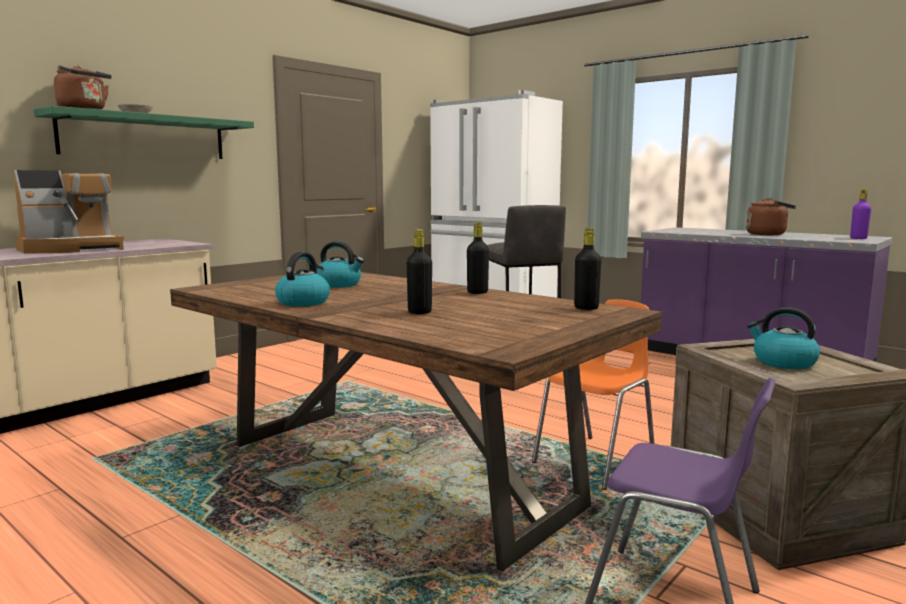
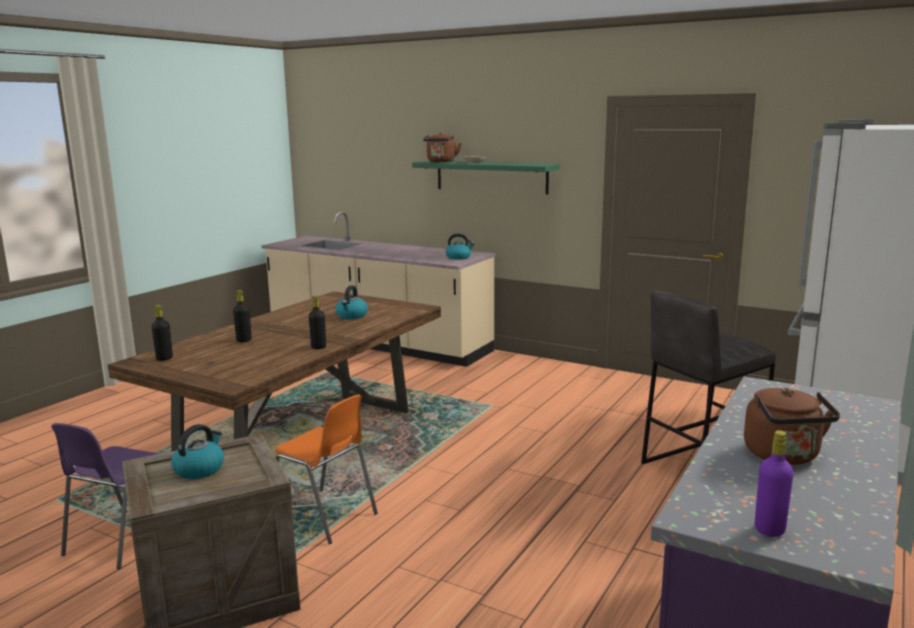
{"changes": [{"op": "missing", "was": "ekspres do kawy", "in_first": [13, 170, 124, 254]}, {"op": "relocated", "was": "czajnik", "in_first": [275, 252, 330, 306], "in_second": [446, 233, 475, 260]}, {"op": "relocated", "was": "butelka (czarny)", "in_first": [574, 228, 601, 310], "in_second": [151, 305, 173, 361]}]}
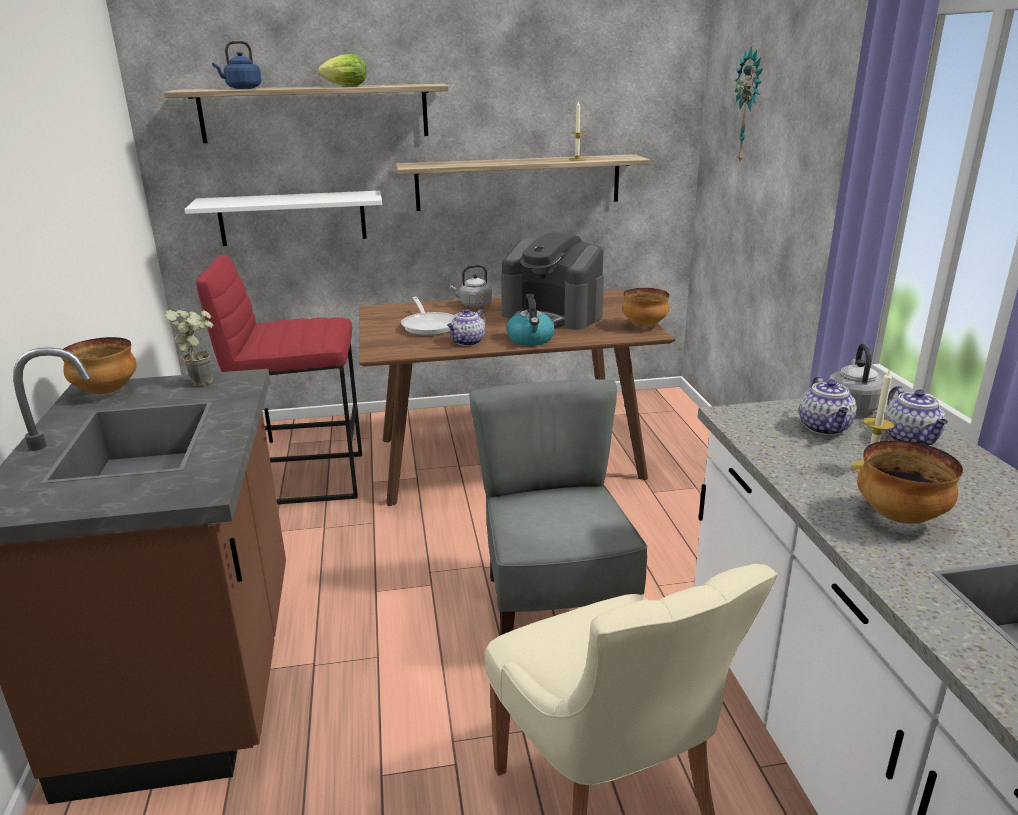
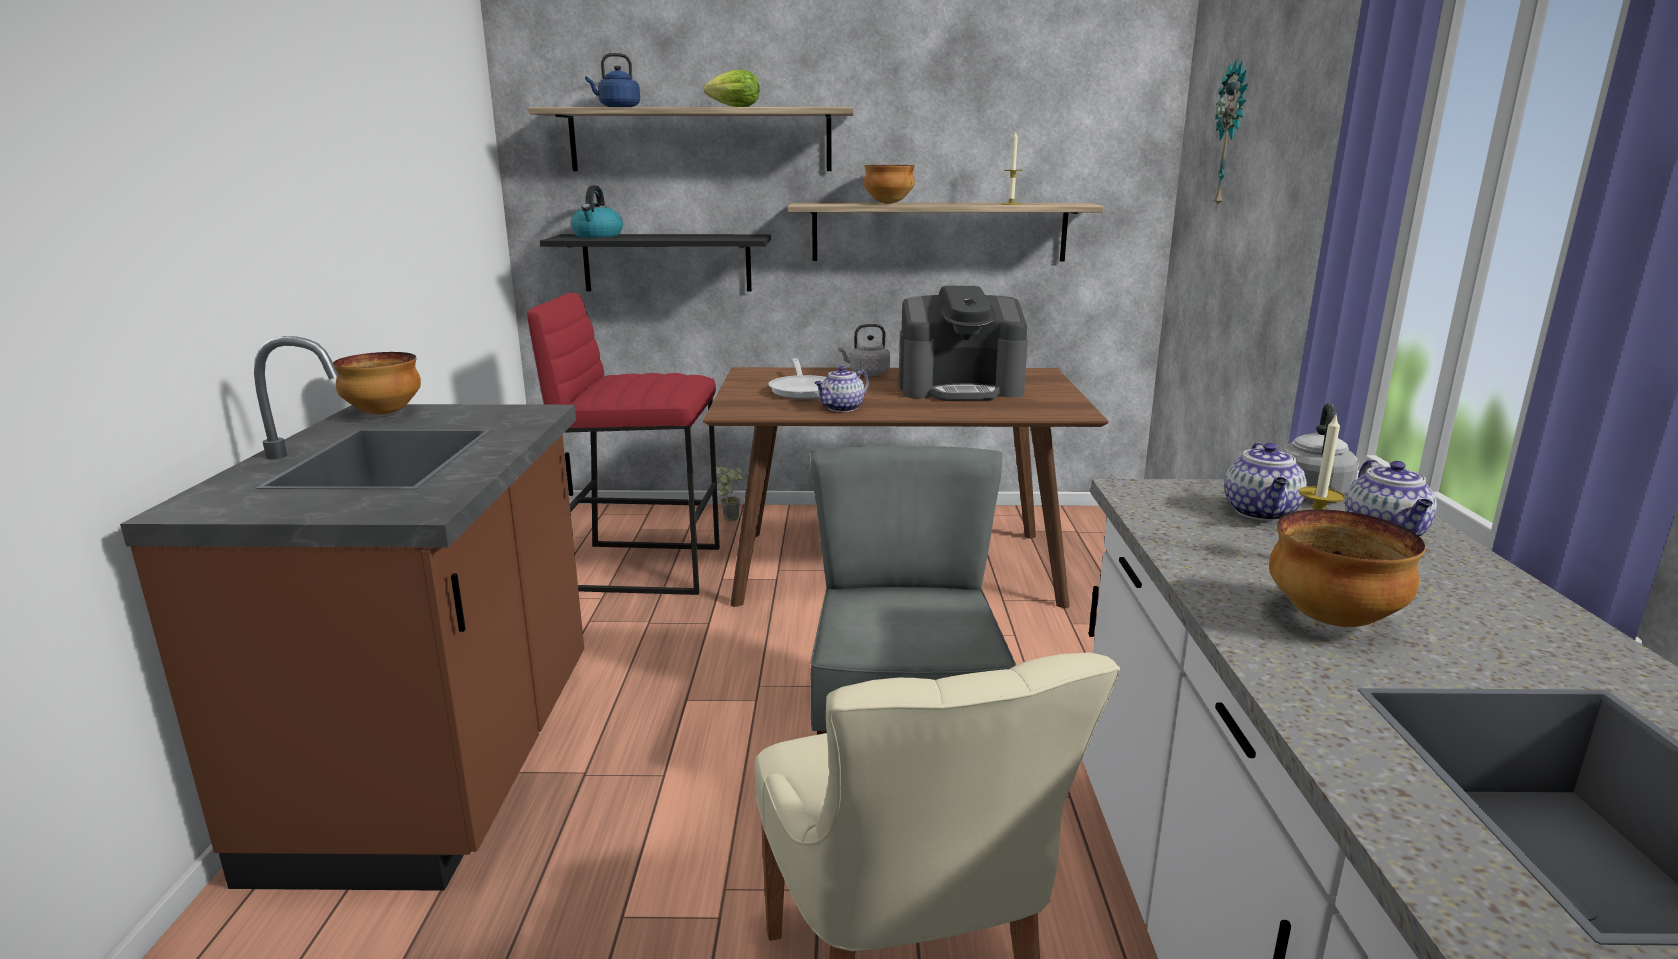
{"changes": [{"op": "relocated", "was": "roślina doniczkowa", "in_first": [165, 310, 214, 386], "in_second": [716, 466, 743, 521]}, {"op": "colour", "was": "półka (biały)", "now": "półka (czarny)", "in_first": [184, 191, 382, 246], "in_second": [540, 234, 771, 291]}, {"op": "spun", "was": "ekspres do kawy", "in_first": [501, 232, 604, 330], "in_second": [899, 286, 1028, 401], "clockwise": -45}, {"op": "relocated", "was": "czajnik", "in_first": [506, 294, 555, 346], "in_second": [571, 186, 623, 238]}, {"op": "relocated", "was": "miska", "in_first": [622, 288, 669, 327], "in_second": [864, 165, 915, 204]}]}
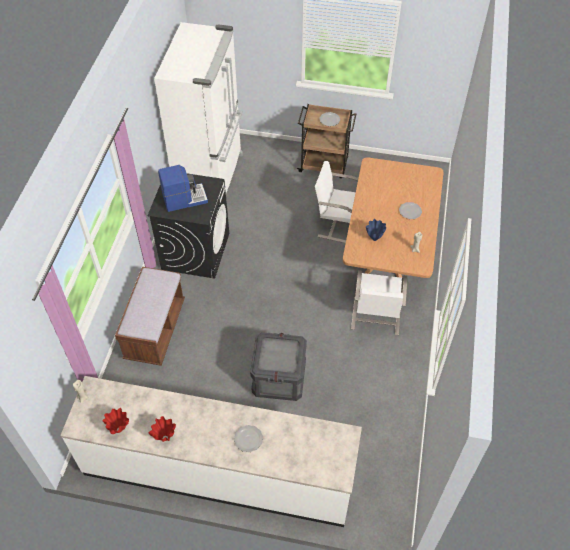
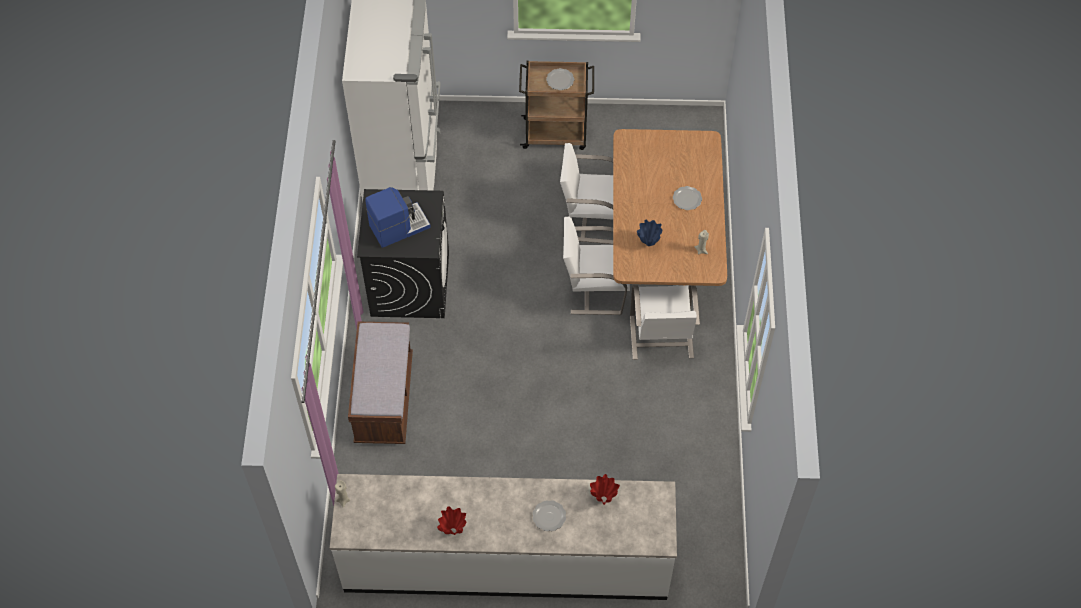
{"changes": [{"op": "relocated", "was": "wazon (czerwony)", "in_first": [102, 408, 129, 434], "in_second": [590, 474, 620, 505]}, {"op": "missing", "was": "skrzynka", "in_first": [250, 332, 307, 401]}, {"op": "appeared", "now": "krzesło (biały)", "in_second": [563, 217, 630, 315]}]}
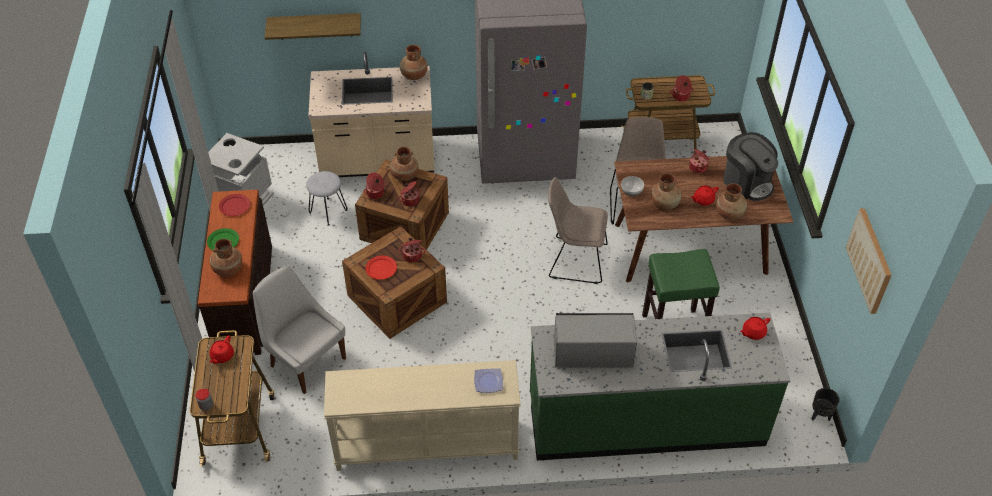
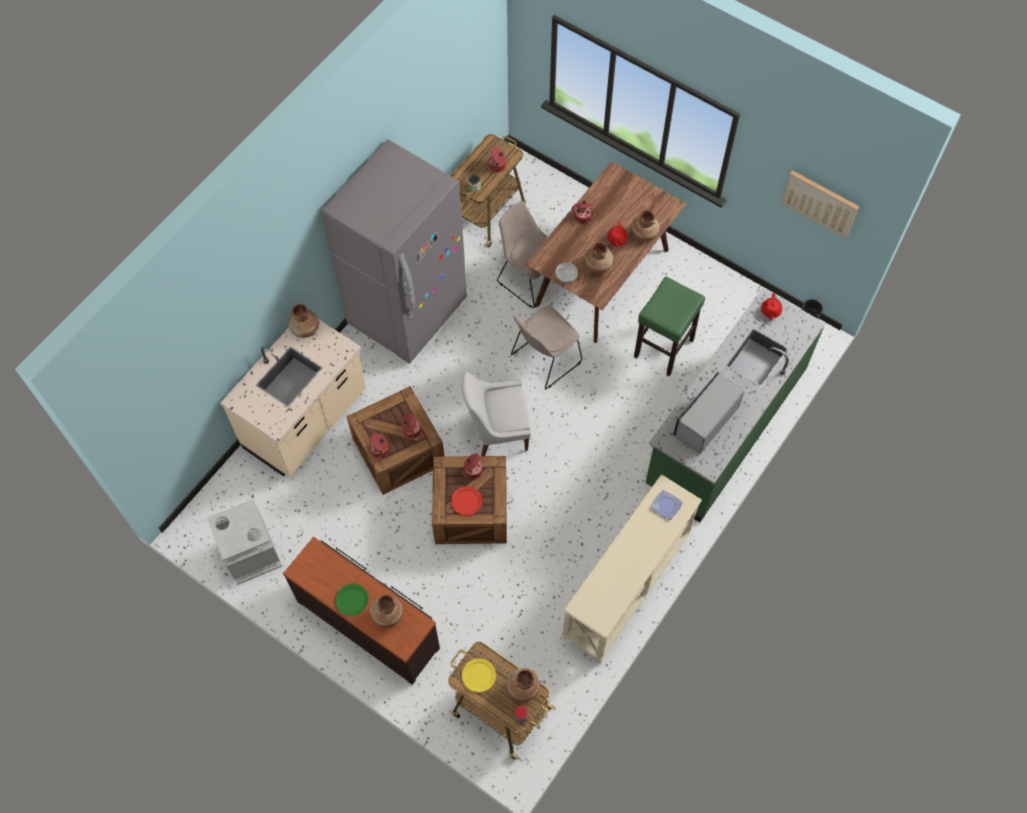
{"changes": [{"op": "exchanged", "was": "imbryk (czerwony)", "now": "talerz (żółty)", "in_first": [209, 335, 234, 364], "in_second": [462, 658, 496, 692]}, {"op": "missing", "was": "talerz (czerwony)", "in_first": [219, 194, 250, 216]}, {"op": "relocated", "was": "krzesło (biały)", "in_first": [253, 266, 346, 394], "in_second": [461, 372, 531, 456]}, {"op": "missing", "was": "półka", "in_first": [265, 13, 361, 40]}, {"op": "missing", "was": "stołek (szary)", "in_first": [306, 171, 347, 226]}, {"op": "relocated", "was": "wazon (brązowy)", "in_first": [390, 147, 418, 181], "in_second": [506, 668, 540, 702]}, {"op": "missing", "was": "ekspres do kawy", "in_first": [723, 132, 778, 201]}]}
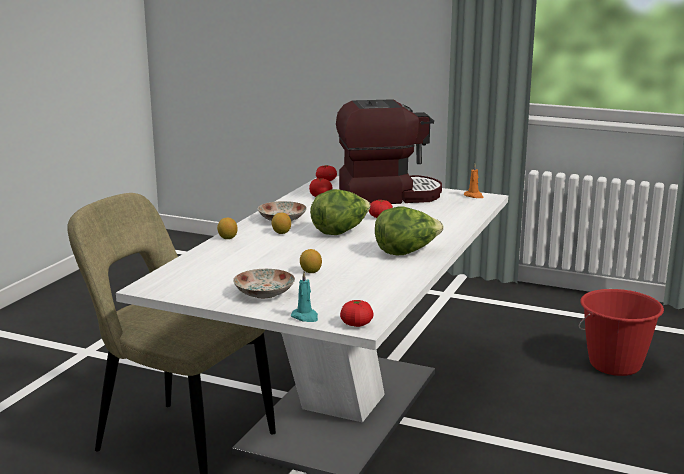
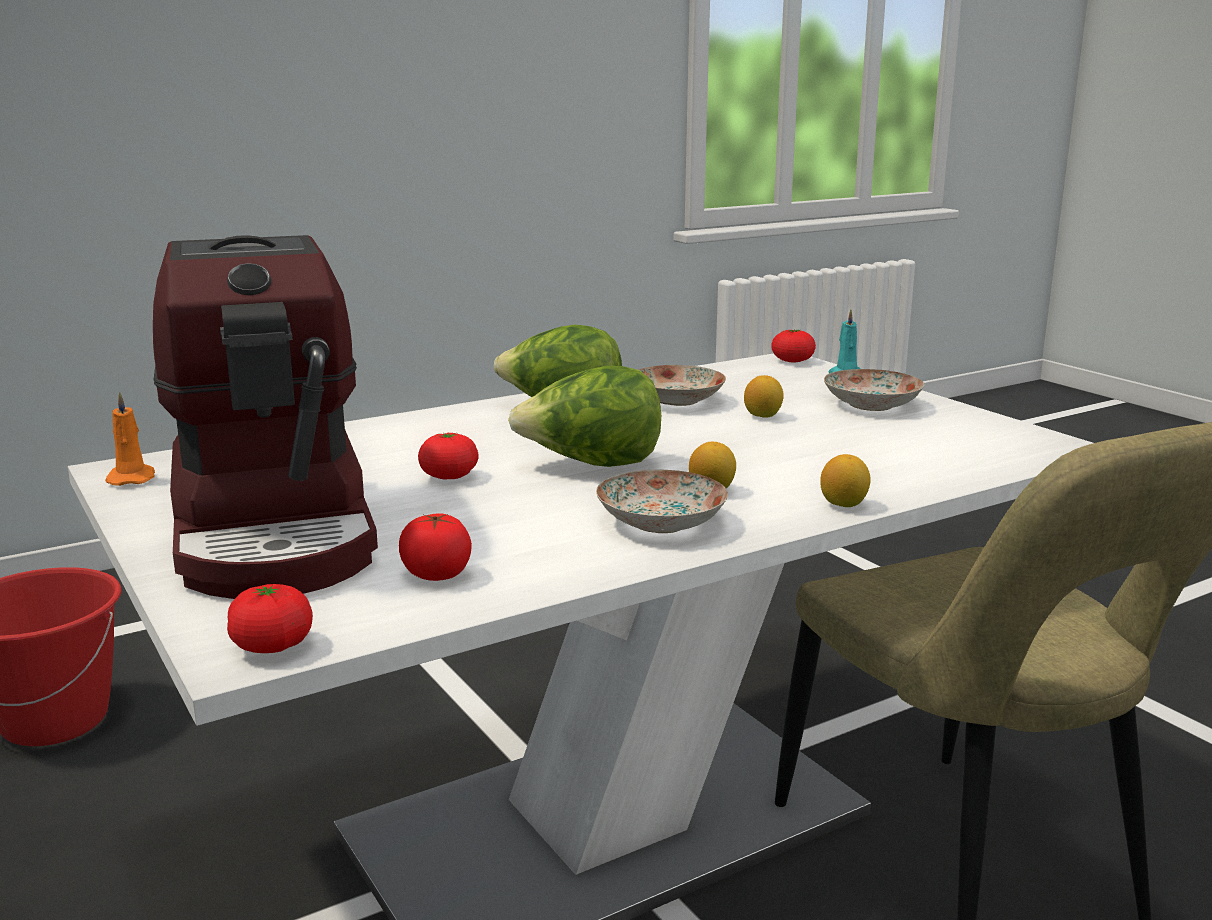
{"changes": [{"op": "spun", "was": "ekspres do kawy", "in_first": [336, 99, 442, 204], "in_second": [153, 235, 378, 599], "clockwise": -135}, {"op": "appeared", "now": "talerz", "in_second": [638, 365, 726, 406]}]}
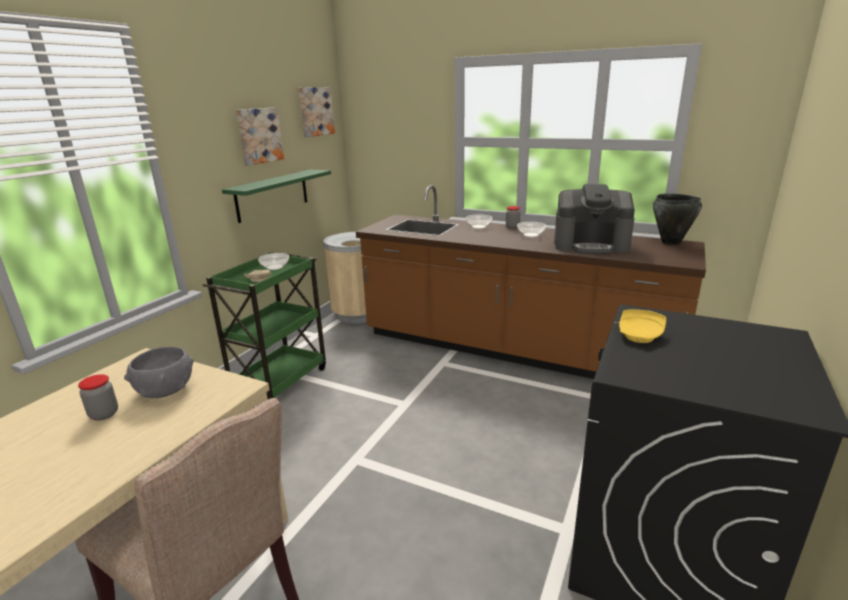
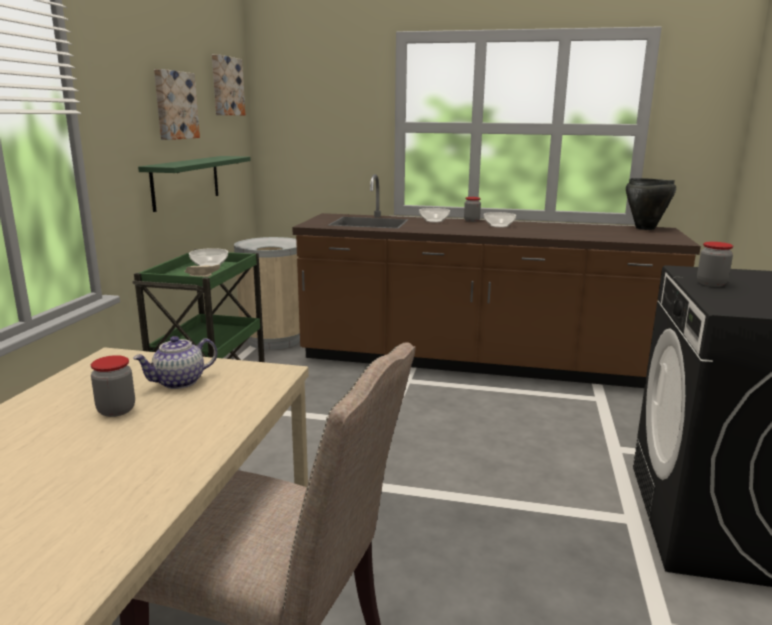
{"changes": [{"op": "exchanged", "was": "miska (szary)", "now": "imbryk", "in_first": [124, 347, 194, 398], "in_second": [133, 336, 217, 389]}, {"op": "missing", "was": "ekspres do kawy", "in_first": [554, 184, 635, 254]}, {"op": "exchanged", "was": "talerz (żółty)", "now": "słoik", "in_first": [619, 309, 666, 343], "in_second": [697, 242, 733, 287]}]}
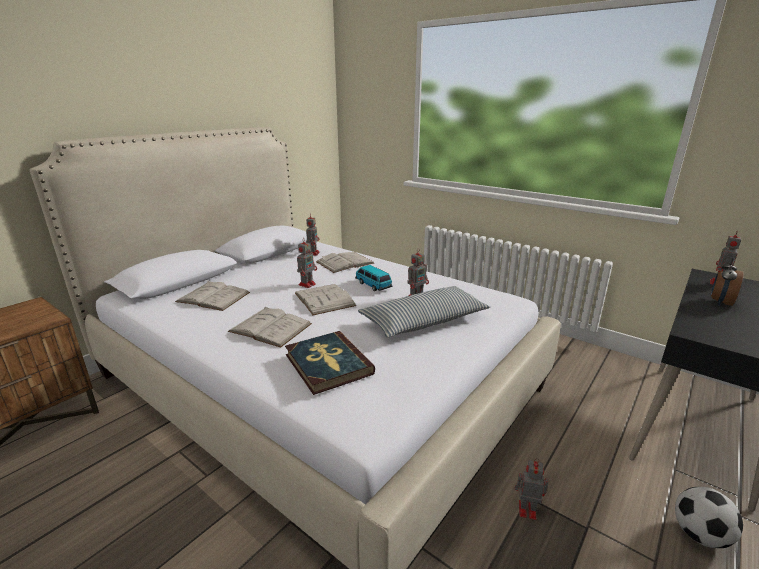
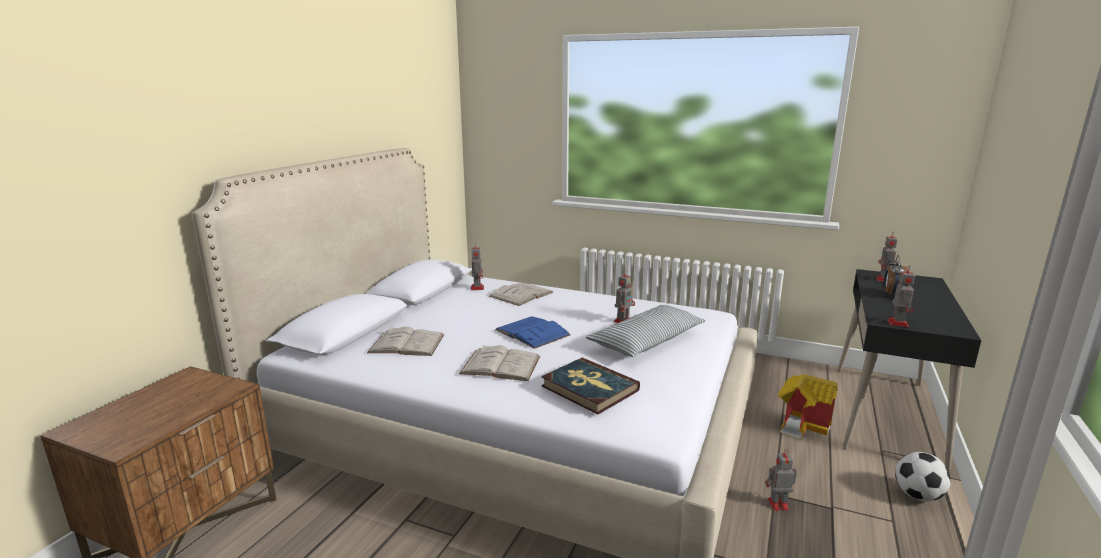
{"changes": [{"op": "colour", "was": "książka (biały)", "now": "książka (niebieski)", "in_first": [295, 284, 356, 315], "in_second": [495, 316, 571, 349]}, {"op": "relocated", "was": "robot zabawkowy", "in_first": [297, 238, 317, 288], "in_second": [887, 265, 915, 327]}, {"op": "missing", "was": "samochodzik", "in_first": [355, 265, 392, 291]}, {"op": "appeared", "now": "domek", "in_second": [778, 374, 837, 439]}]}
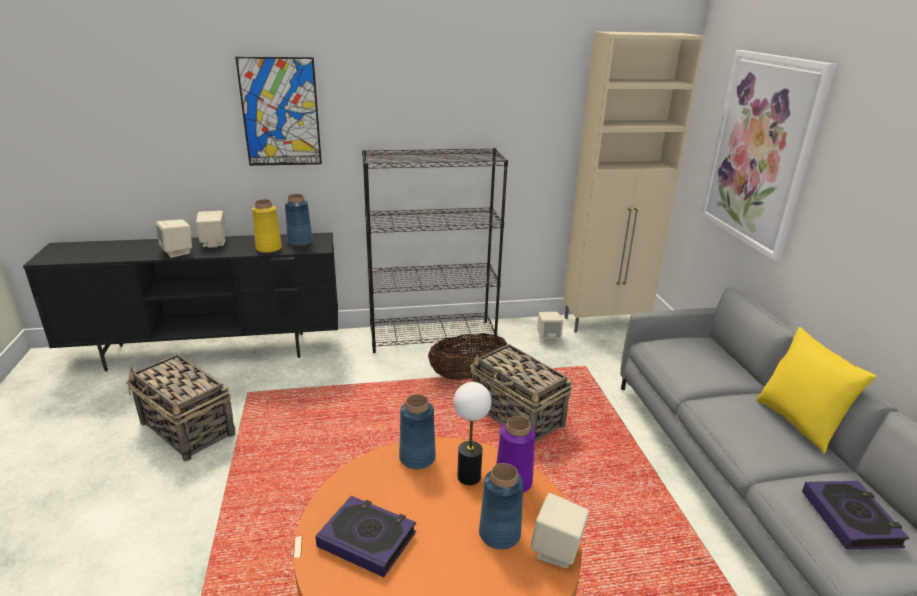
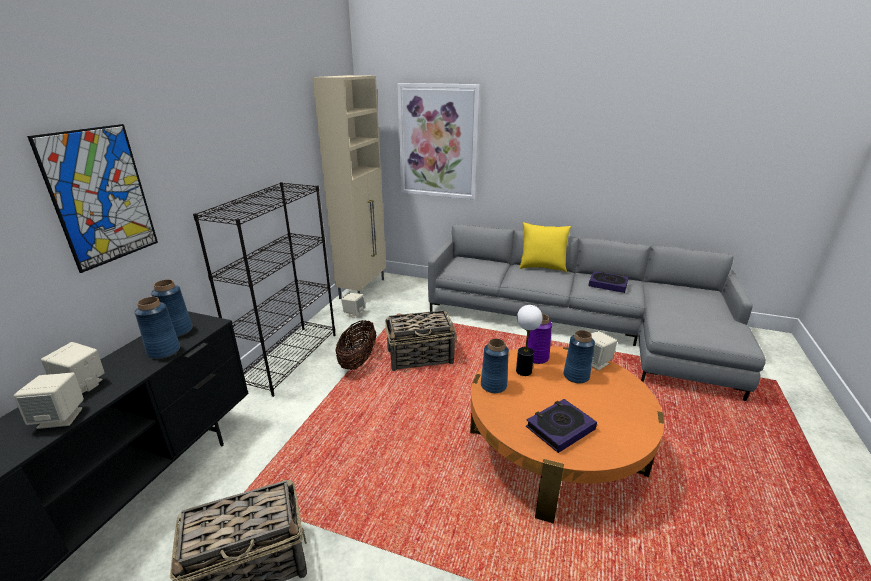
{"changes": [{"op": "colour", "was": "wazon (żółty)", "now": "wazon (niebieski)", "in_first": [252, 199, 282, 253], "in_second": [135, 297, 180, 359]}]}
